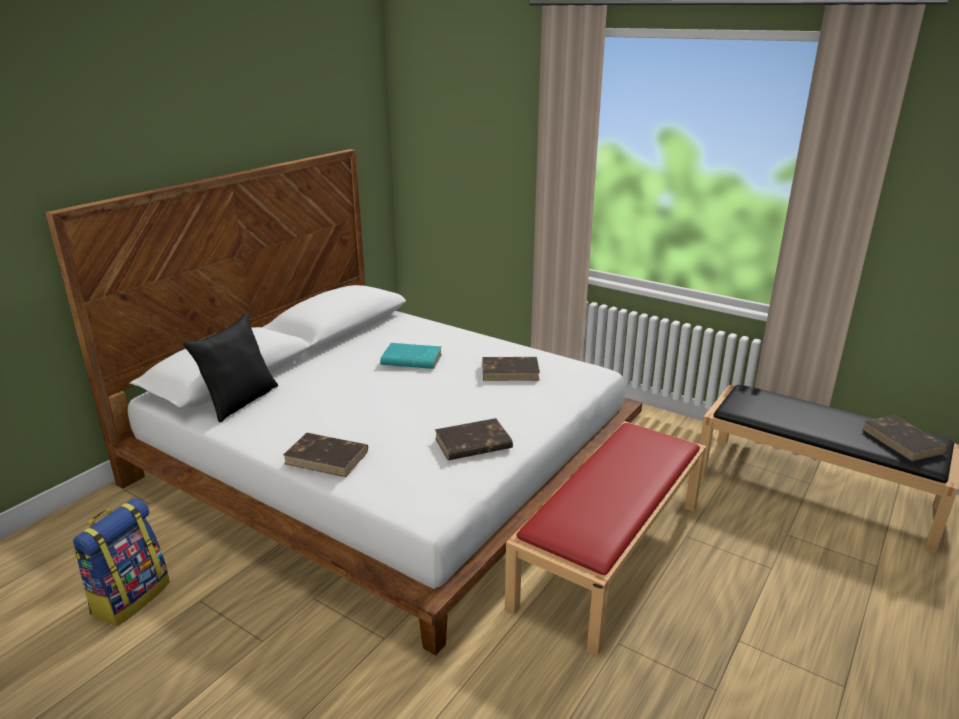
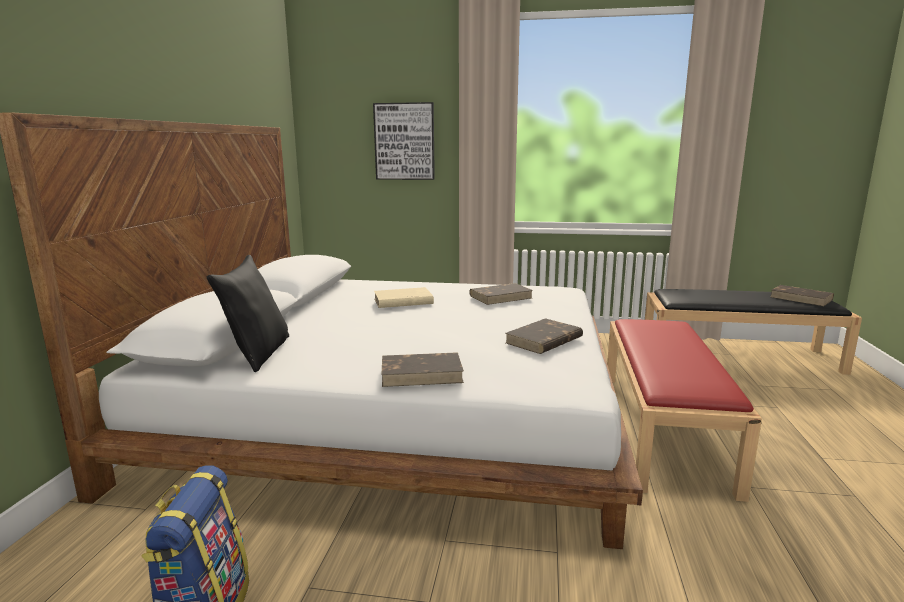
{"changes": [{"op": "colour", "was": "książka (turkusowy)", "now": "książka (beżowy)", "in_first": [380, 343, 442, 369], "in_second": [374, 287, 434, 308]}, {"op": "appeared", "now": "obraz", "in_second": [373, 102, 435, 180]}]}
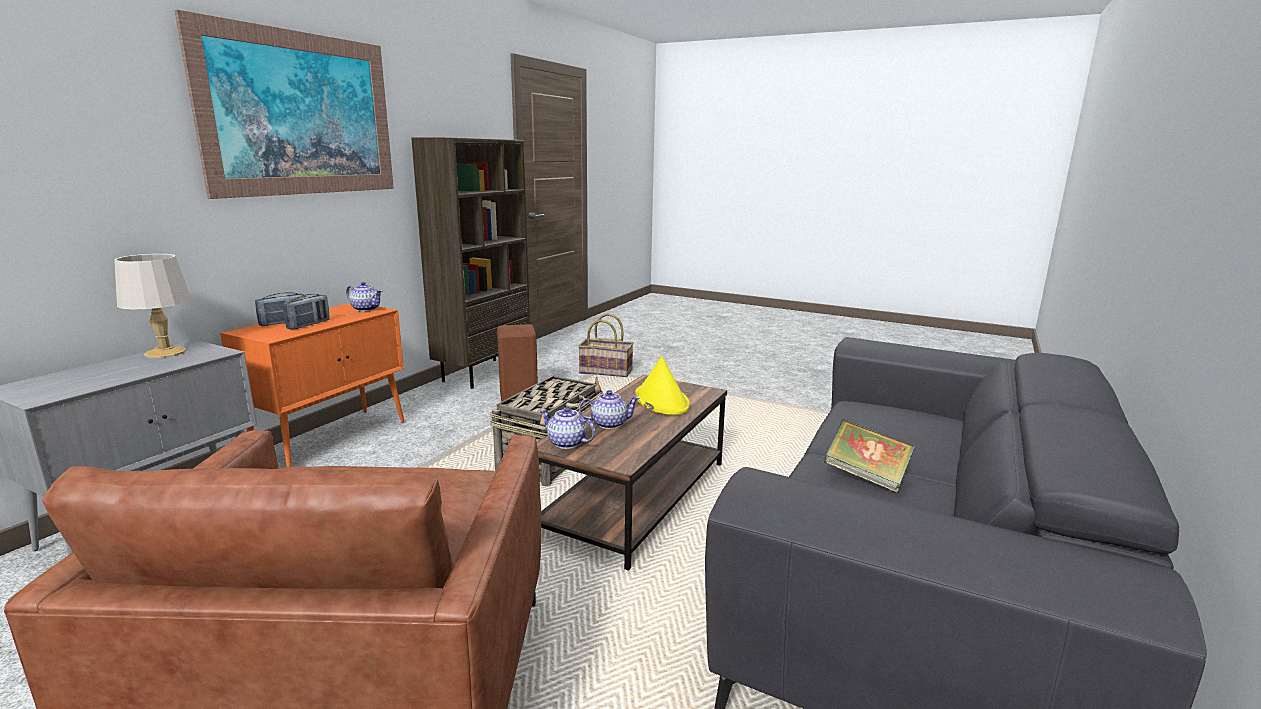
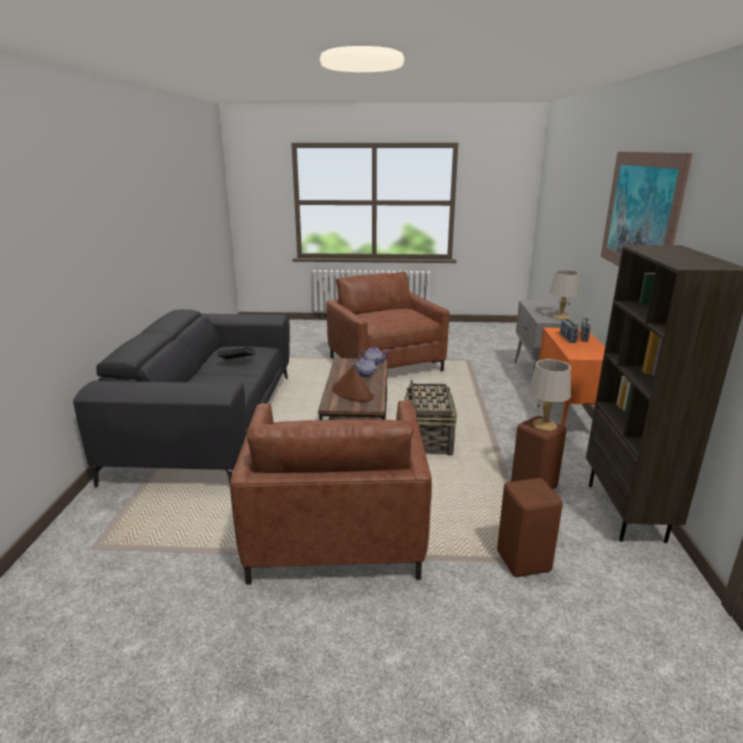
{"changes": [{"op": "missing", "was": "imbryk", "in_first": [346, 282, 382, 312]}, {"op": "exchanged", "was": "koszyk", "now": "stołek (brązowy)", "in_first": [578, 313, 634, 377], "in_second": [497, 478, 563, 577]}, {"op": "colour", "was": "kapelusz (żółty)", "now": "kapelusz (brązowy)", "in_first": [635, 356, 690, 415], "in_second": [332, 366, 374, 402]}, {"op": "appeared", "now": "fotel (brązowy)", "in_second": [230, 401, 432, 585]}, {"op": "appeared", "now": "lampa stołowa (szary)", "in_second": [528, 359, 571, 431]}]}
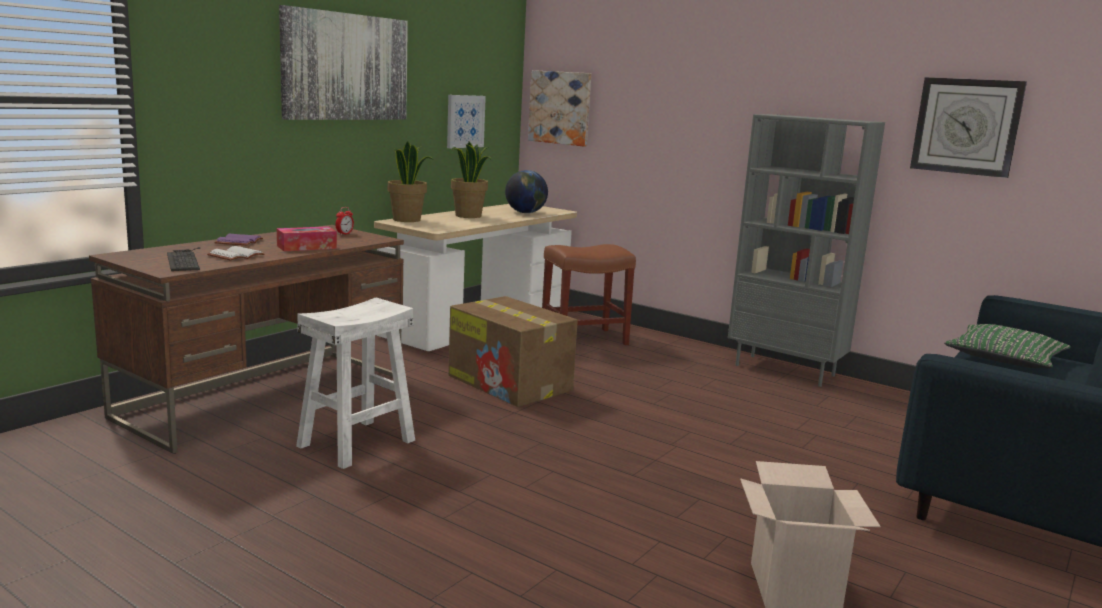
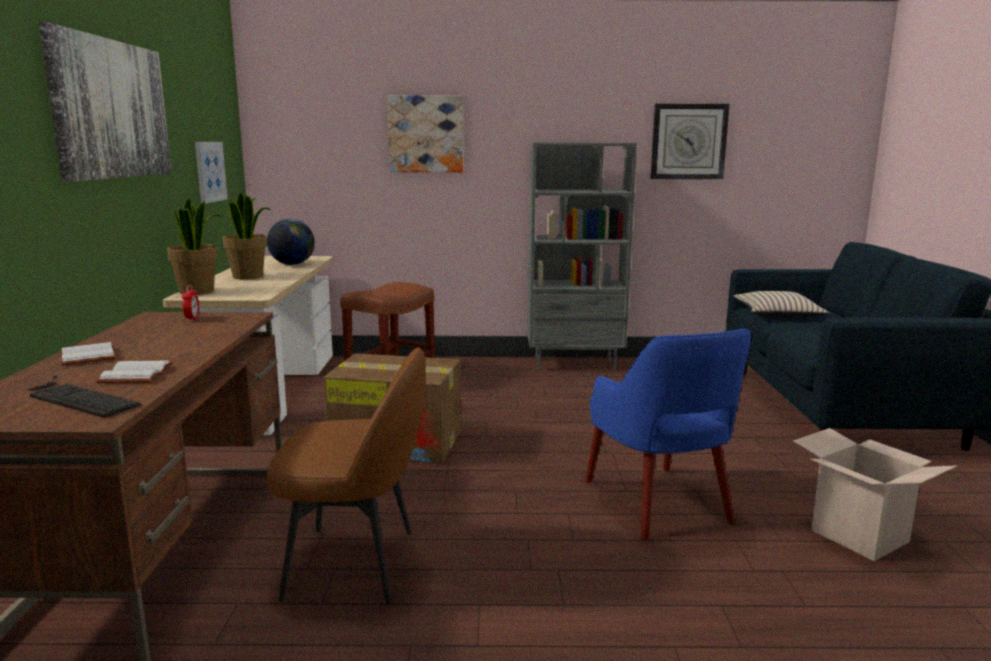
{"changes": [{"op": "colour", "was": "książka (fioletowy)", "now": "książka (biały)", "in_first": [214, 234, 263, 246], "in_second": [60, 342, 116, 366]}, {"op": "missing", "was": "pudełko chusteczek", "in_first": [277, 226, 337, 251]}, {"op": "exchanged", "was": "stołek (biały)", "now": "krzesło (brązowy)", "in_first": [296, 298, 415, 469], "in_second": [267, 347, 426, 605]}, {"op": "relocated", "was": "obraz", "in_first": [528, 70, 591, 147], "in_second": [387, 95, 463, 172]}, {"op": "colour", "was": "poduszka (zielony)", "now": "poduszka (beżowy)", "in_first": [944, 324, 1071, 368], "in_second": [733, 291, 829, 318]}, {"op": "appeared", "now": "fotel (niebieski)", "in_second": [585, 329, 751, 540]}]}
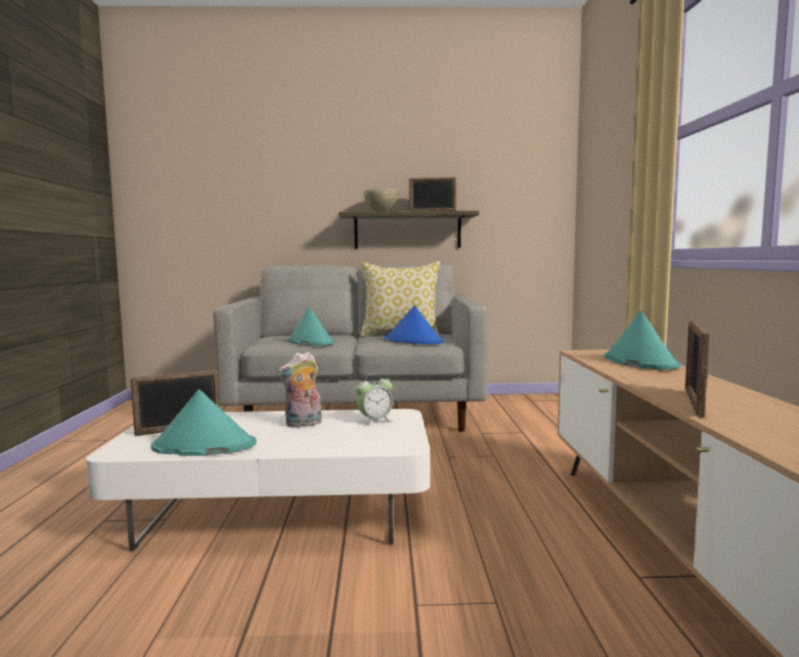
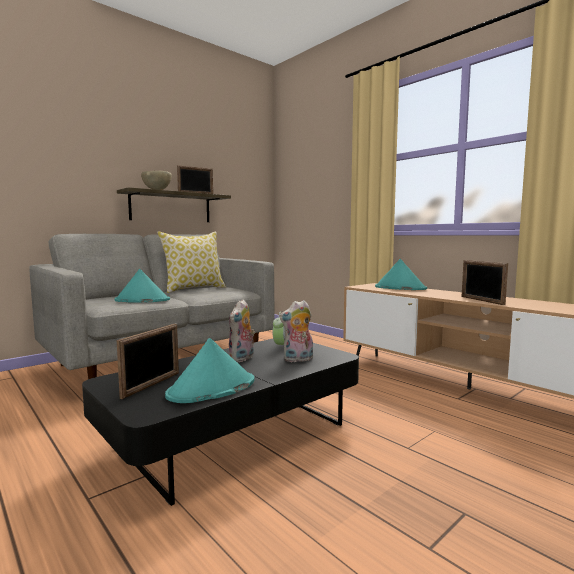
{"changes": [{"op": "colour", "was": "ława (biały)", "now": "ława (czarny)", "in_first": [86, 409, 430, 551], "in_second": [82, 339, 359, 506]}, {"op": "missing", "was": "kapelusz (niebieski)", "in_first": [384, 305, 444, 344]}, {"op": "appeared", "now": "pluszak", "in_second": [279, 300, 313, 362]}]}
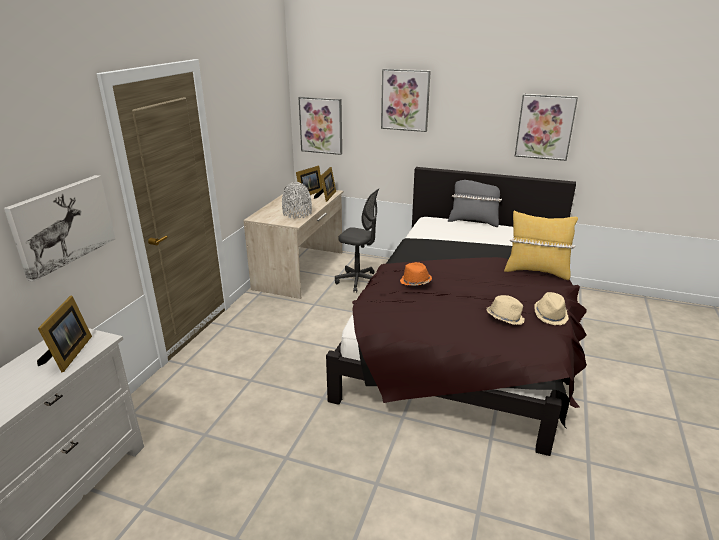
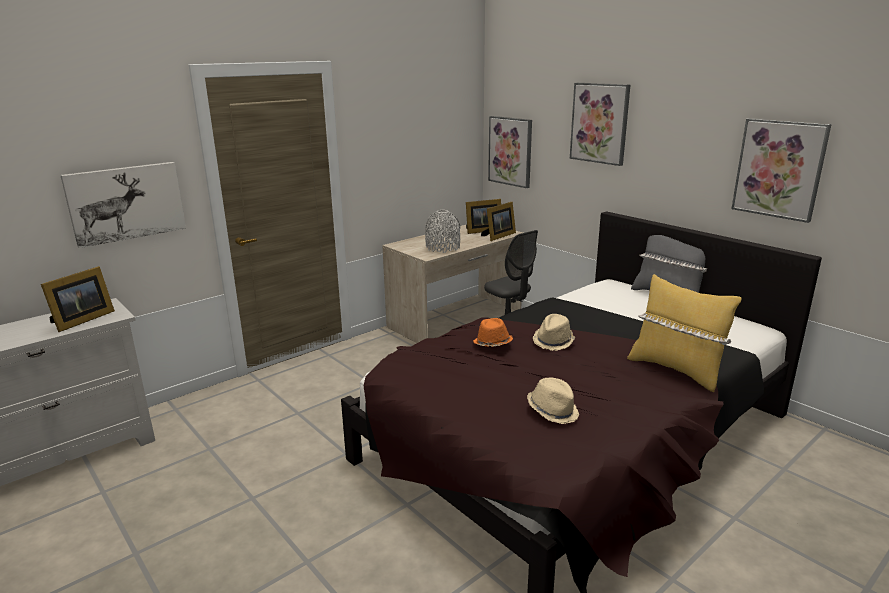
{"changes": [{"op": "relocated", "was": "kapelusz (beżowy)", "in_first": [534, 292, 569, 325], "in_second": [532, 314, 575, 351]}]}
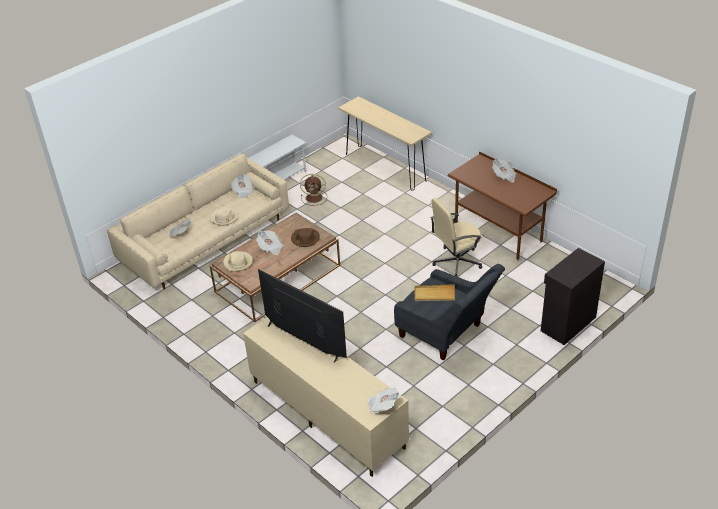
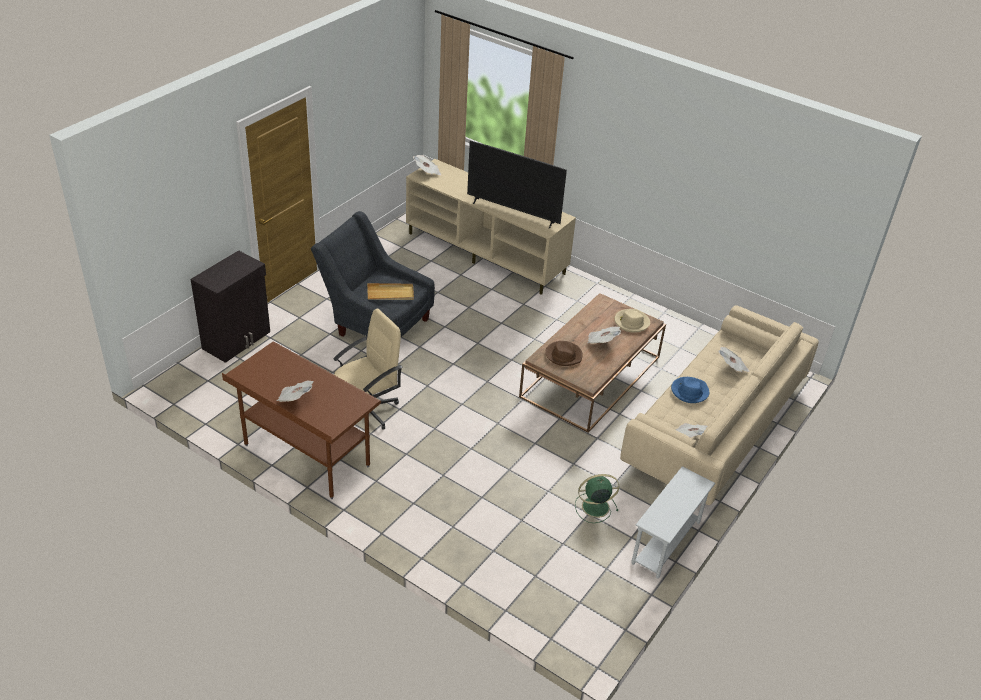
{"changes": [{"op": "colour", "was": "kapelusz (beżowy)", "now": "kapelusz (niebieski)", "in_first": [210, 207, 238, 226], "in_second": [671, 377, 709, 403]}, {"op": "colour", "was": "wentylator (brązowy)", "now": "wentylator (zielony)", "in_first": [300, 174, 327, 206], "in_second": [575, 474, 619, 523]}, {"op": "missing", "was": "stolik konsolowy (beżowy)", "in_first": [338, 96, 432, 191]}]}
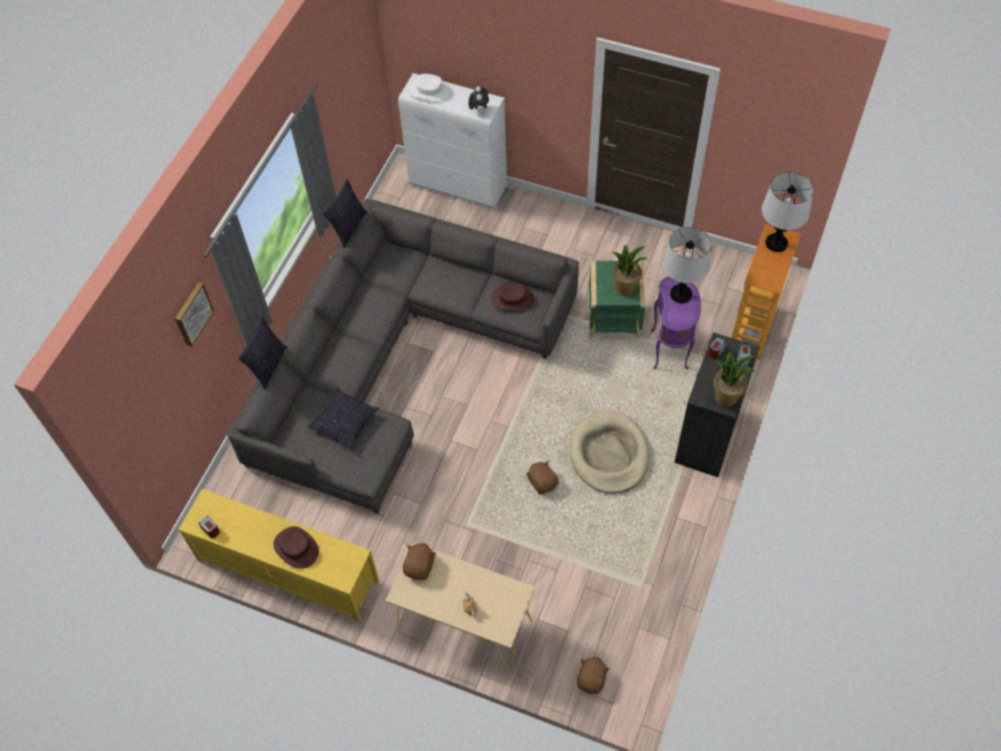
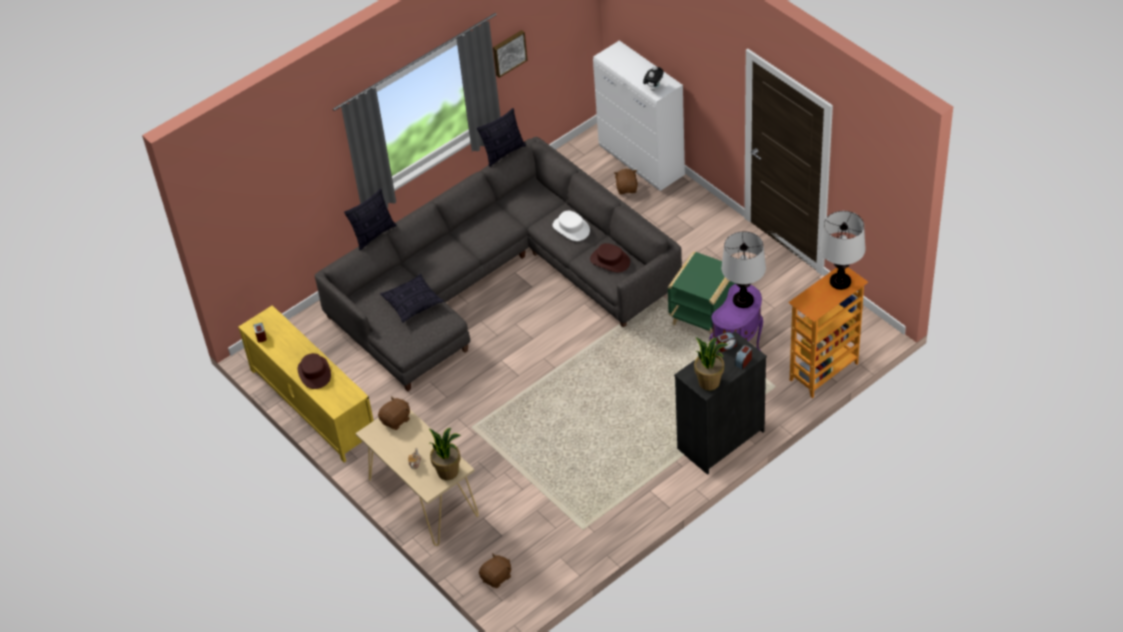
{"changes": [{"op": "relocated", "was": "obraz", "in_first": [175, 282, 214, 346], "in_second": [493, 30, 527, 78]}, {"op": "relocated", "was": "kapelusz (biały)", "in_first": [409, 74, 451, 102], "in_second": [553, 211, 590, 241]}, {"op": "relocated", "was": "pluszak (brązowy)", "in_first": [527, 460, 559, 494], "in_second": [614, 169, 638, 194]}, {"op": "missing", "was": "legowisko (beżowy)", "in_first": [570, 411, 650, 494]}, {"op": "relocated", "was": "roślina doniczkowa", "in_first": [612, 245, 647, 296], "in_second": [429, 428, 461, 480]}]}
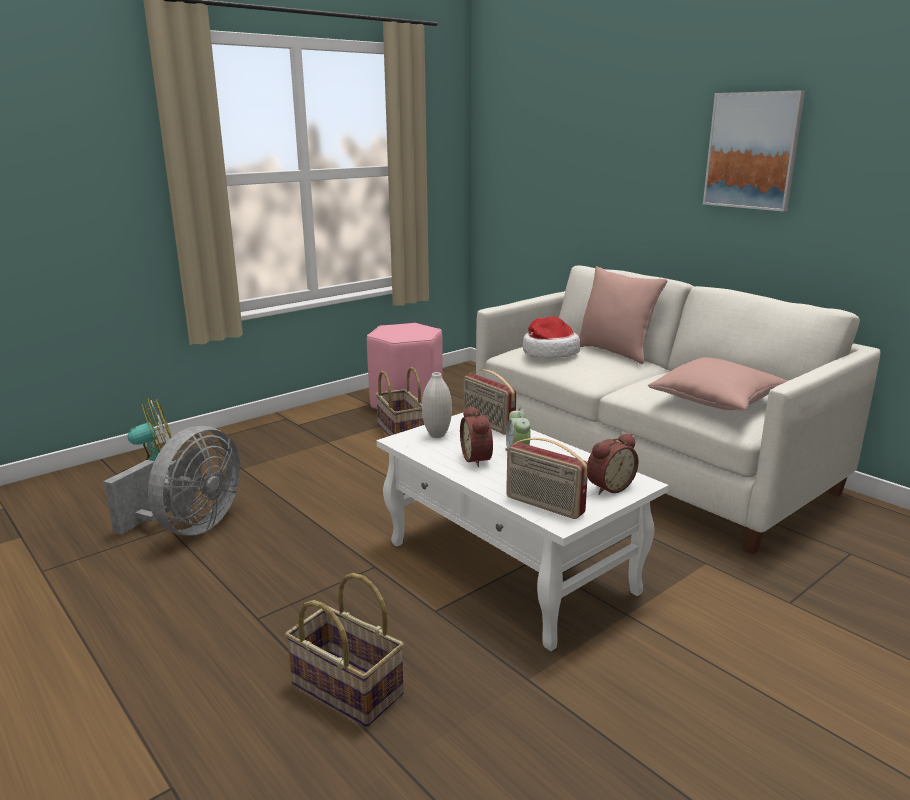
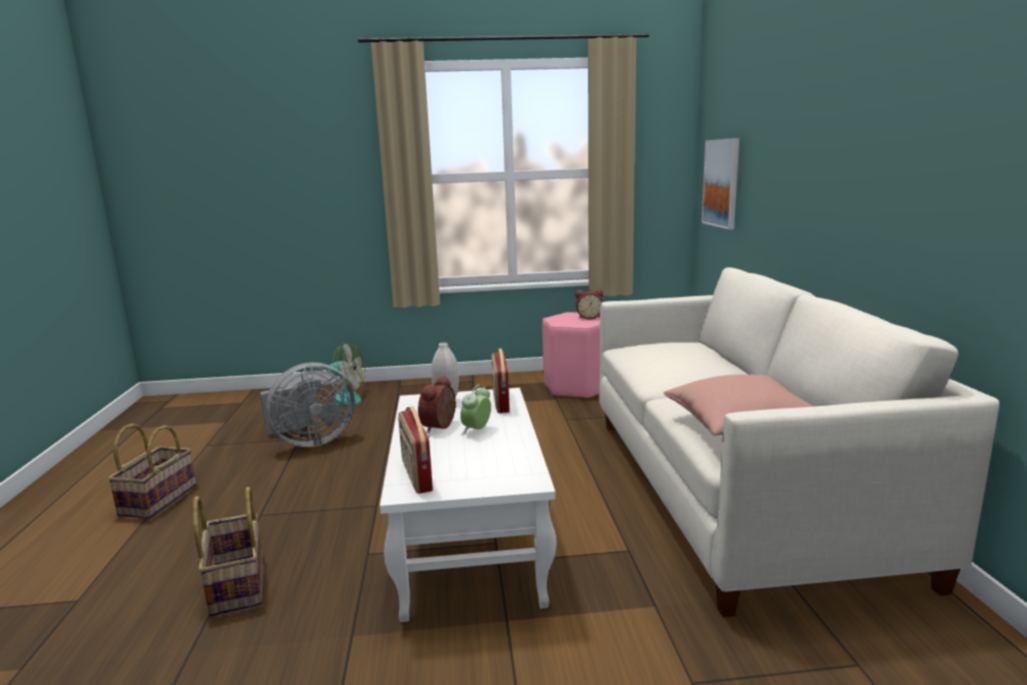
{"changes": [{"op": "relocated", "was": "koszyk", "in_first": [376, 367, 425, 436], "in_second": [108, 424, 196, 519]}, {"op": "missing", "was": "kapelusz", "in_first": [523, 316, 580, 358]}, {"op": "missing", "was": "poduszka (różowy)", "in_first": [579, 266, 668, 364]}, {"op": "relocated", "was": "budzik", "in_first": [587, 433, 639, 495], "in_second": [575, 289, 603, 319]}, {"op": "relocated", "was": "obraz", "in_first": [703, 90, 805, 211], "in_second": [702, 138, 739, 230]}]}
